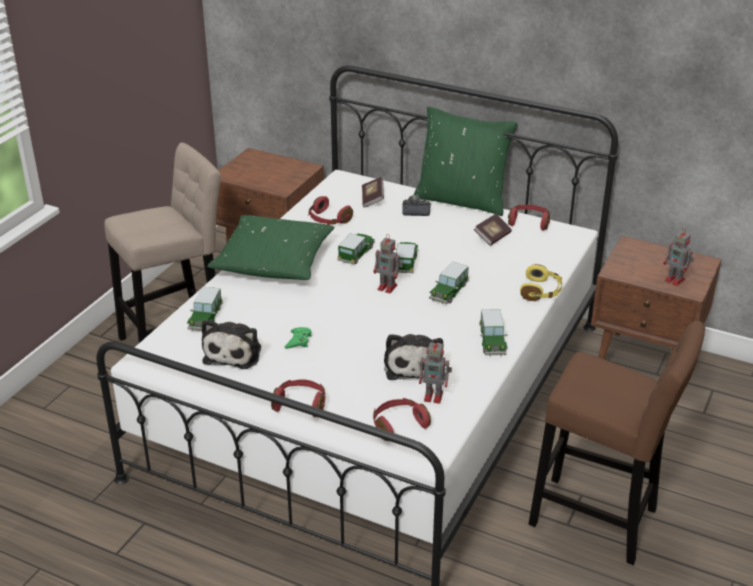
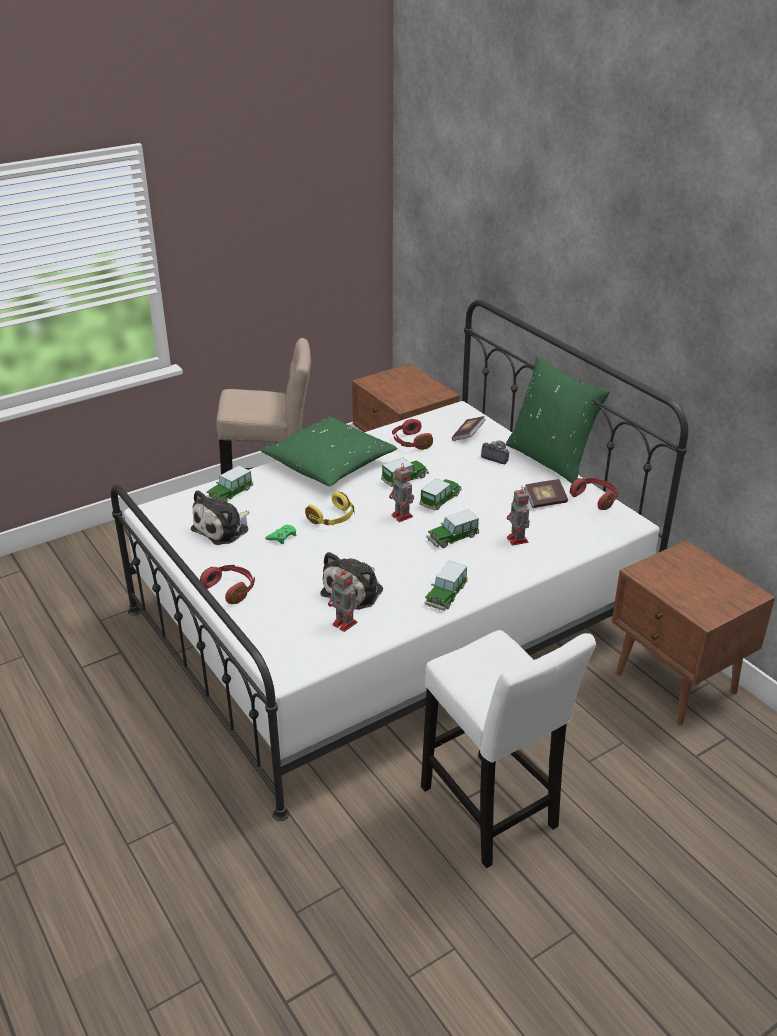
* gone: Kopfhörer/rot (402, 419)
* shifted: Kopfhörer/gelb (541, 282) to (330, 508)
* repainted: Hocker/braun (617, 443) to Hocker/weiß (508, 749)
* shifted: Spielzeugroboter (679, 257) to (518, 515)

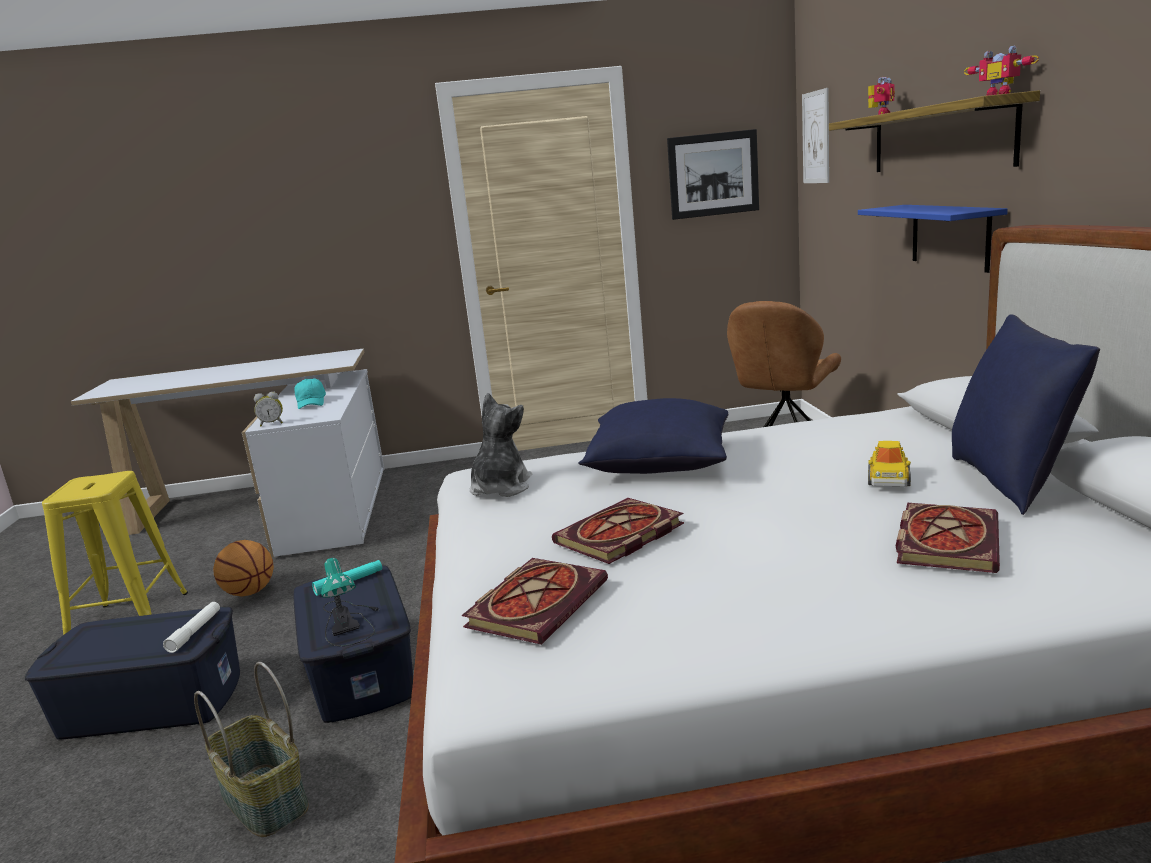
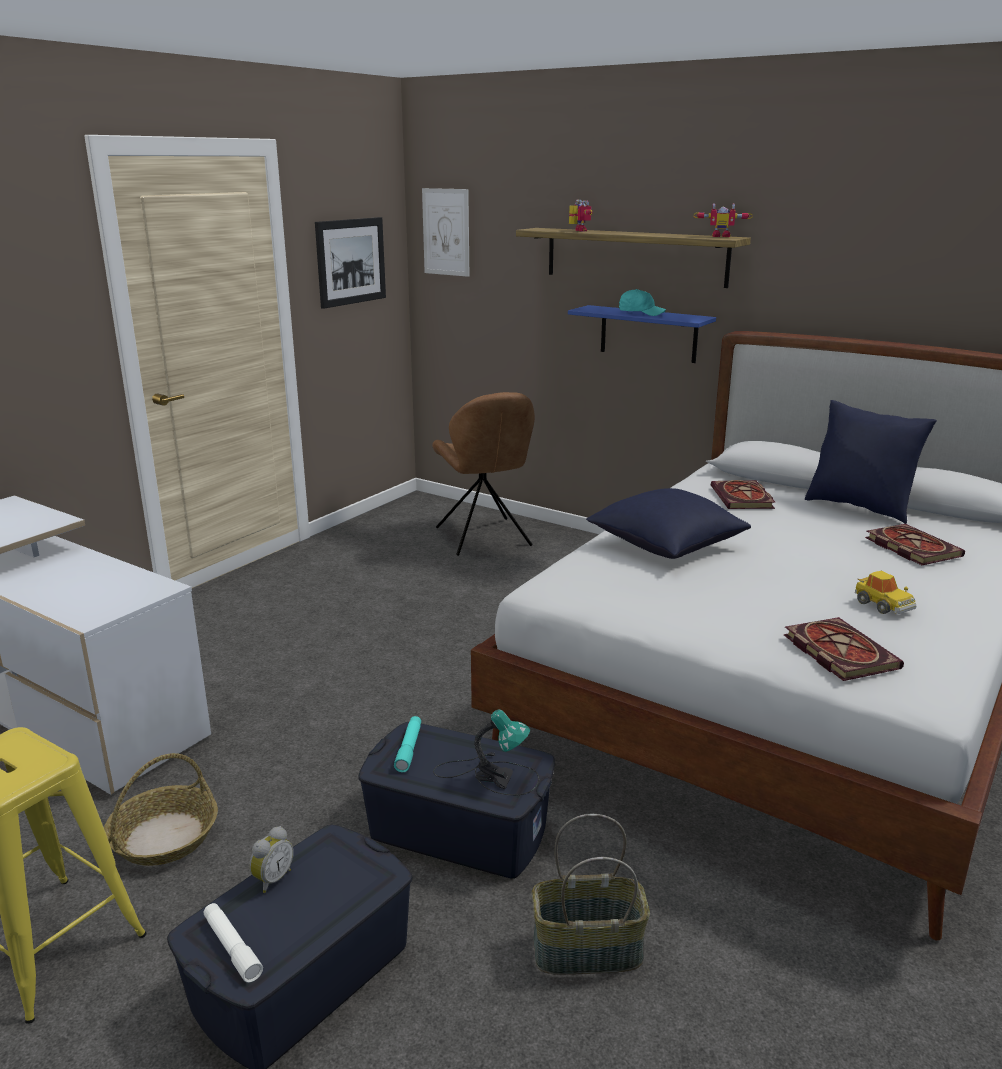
* shifted: Taschenlampe/weiß (191, 627) to (233, 943)
* swapped: Basketball (243, 568) to Korb (161, 809)
* shifted: Wecker (268, 409) to (271, 859)
* shifted: Kappe/türkis (310, 394) to (642, 302)
* gone: Plüschtier (501, 445)
* shifted: Buch (618, 531) to (743, 494)
* shifted: Spielzeugauto (889, 464) to (885, 592)

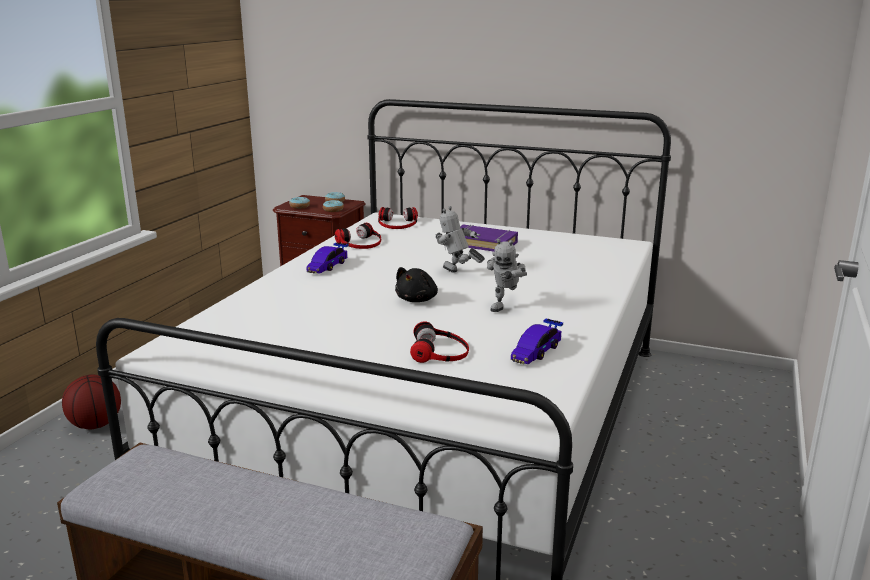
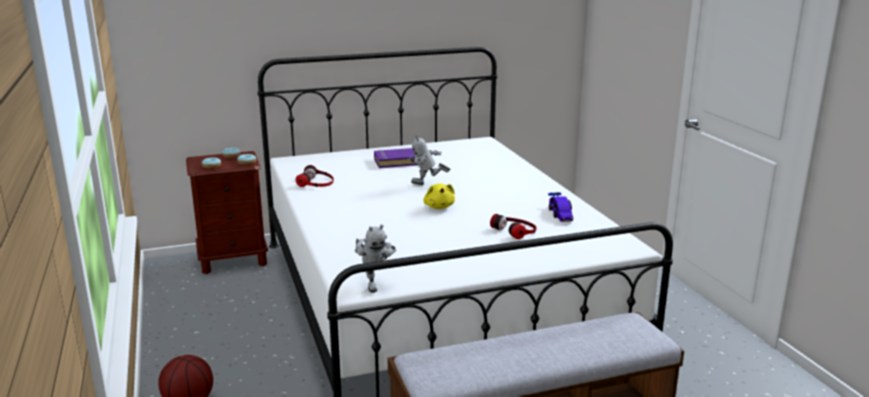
* gone: Spielzeugauto (327, 258)
* gone: Kopfhörer (398, 218)
* repainted: Plüschtier/schwarz (416, 284) to Plüschtier/gelb (439, 196)
* shifted: Spielzeugroboter (507, 275) to (375, 259)

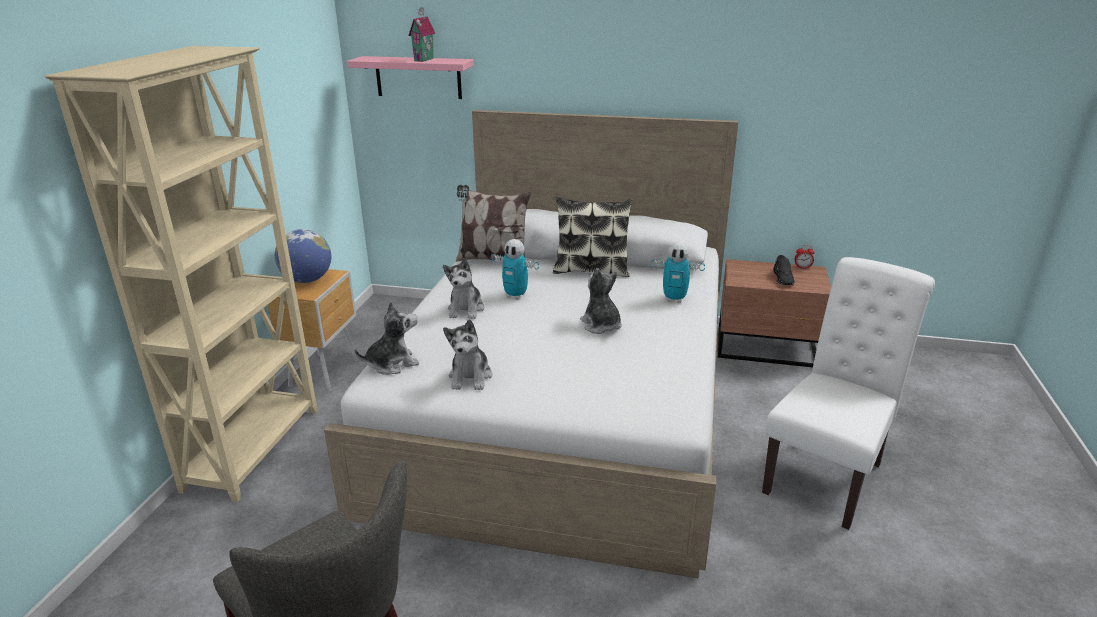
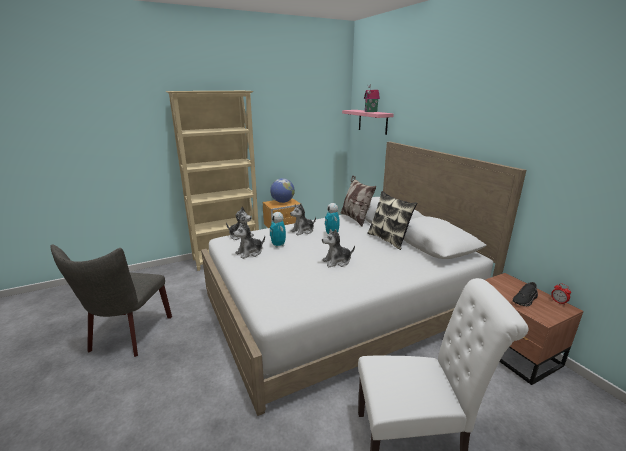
* rotated: Plüschtier (601, 301) = (338, 248) 135 degrees counterclockwise
* shifted: Spielzeugroboter (678, 272) to (278, 230)

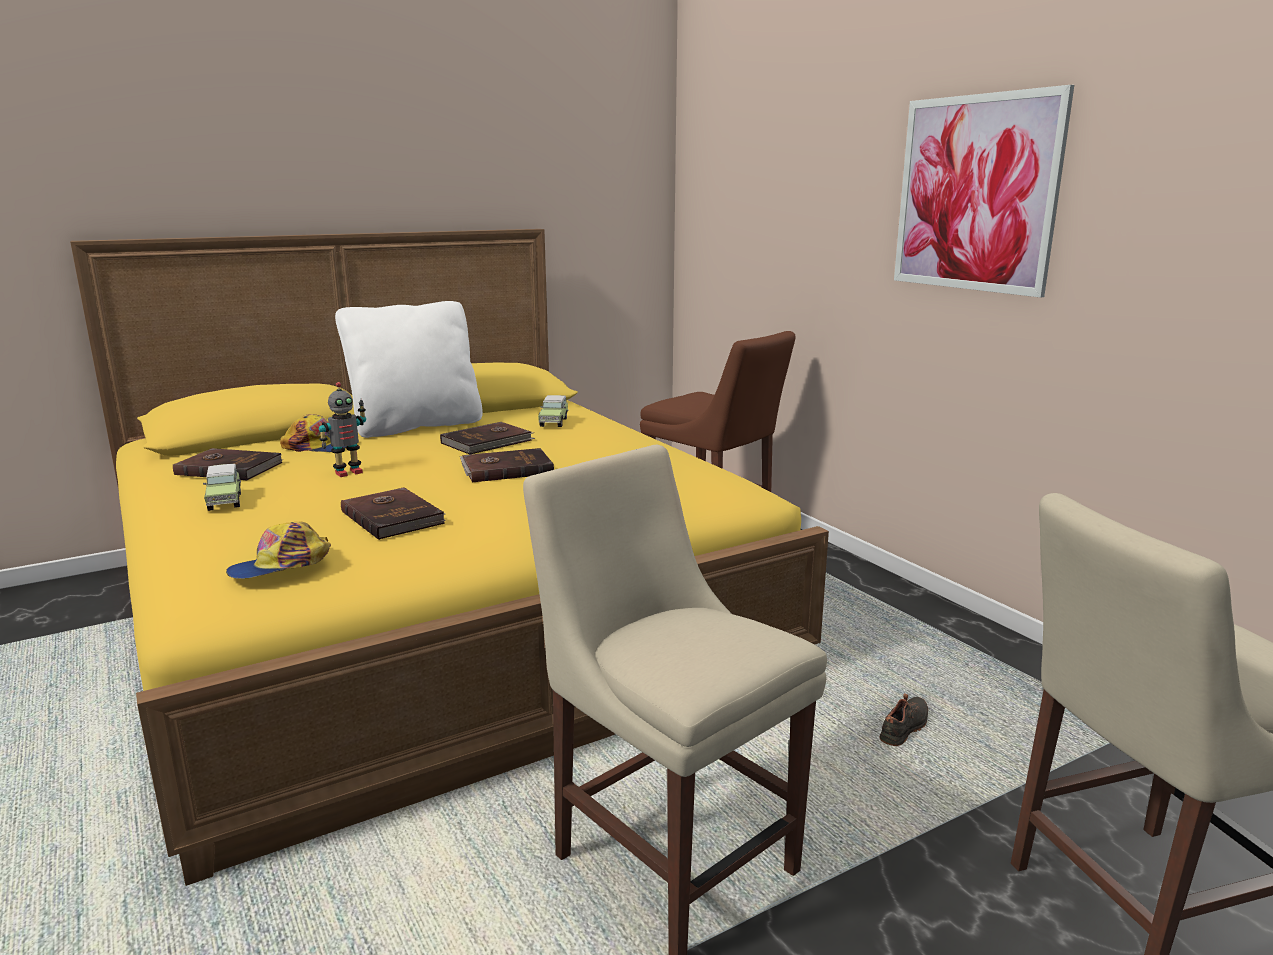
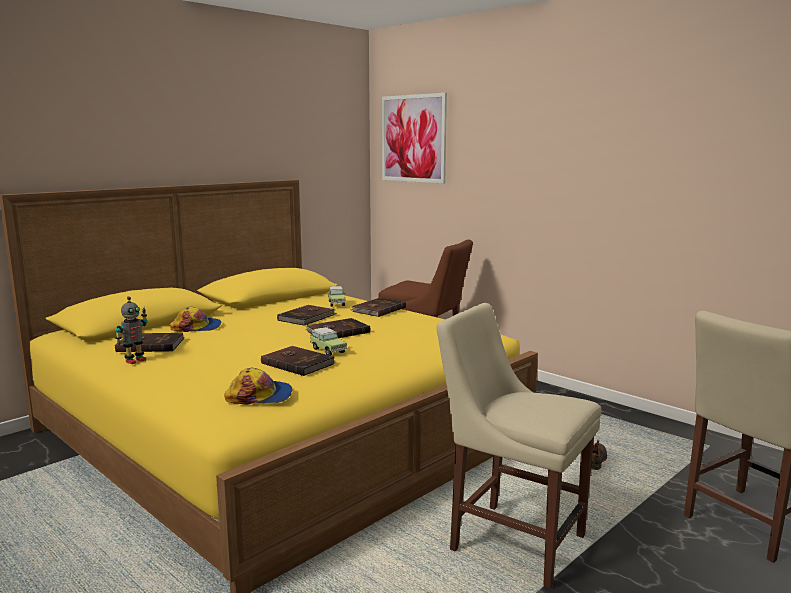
* shifted: Spielzeugauto (222, 487) to (328, 341)
* rotated: Kappe (278, 550) = (258, 386) 135 degrees counterclockwise
* shifted: Spielzeugroboter (342, 429) to (131, 330)
* gone: Kissen/weiß (409, 369)
* shifted: Bild (984, 191) to (414, 138)
* new: Buch/braun (378, 307)

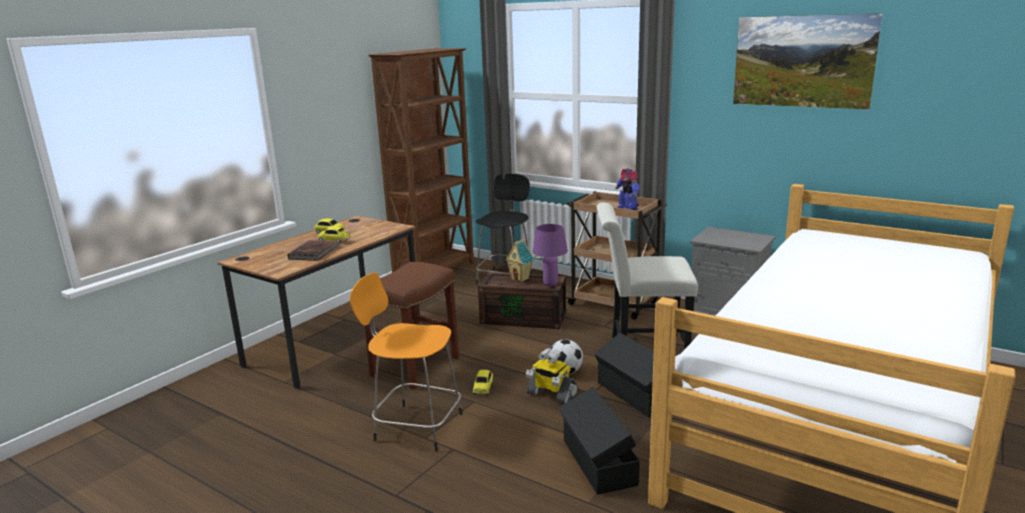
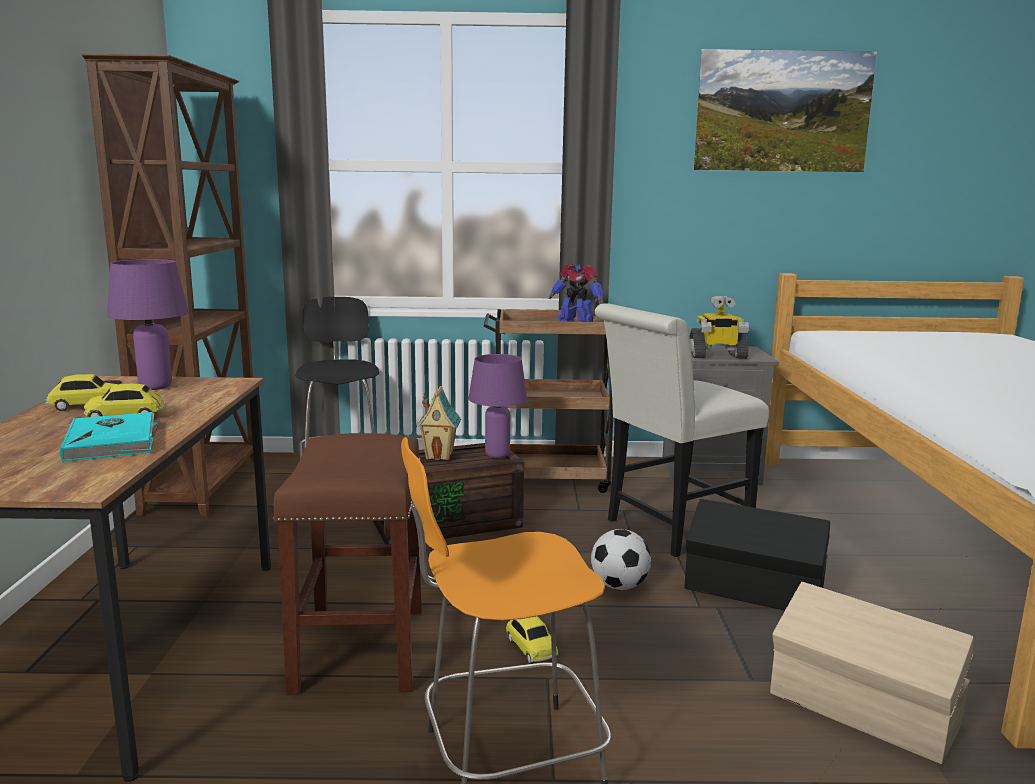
* repainted: Buch/braun (314, 250) to Buch/türkis (110, 437)
* shifted: Spielzeugroboter (552, 376) to (719, 327)
* repainted: Aufbewahrungsbox/schwarz (599, 441) to Aufbewahrungsbox/beige (871, 673)
* new: Tischlampe/lila (148, 324)

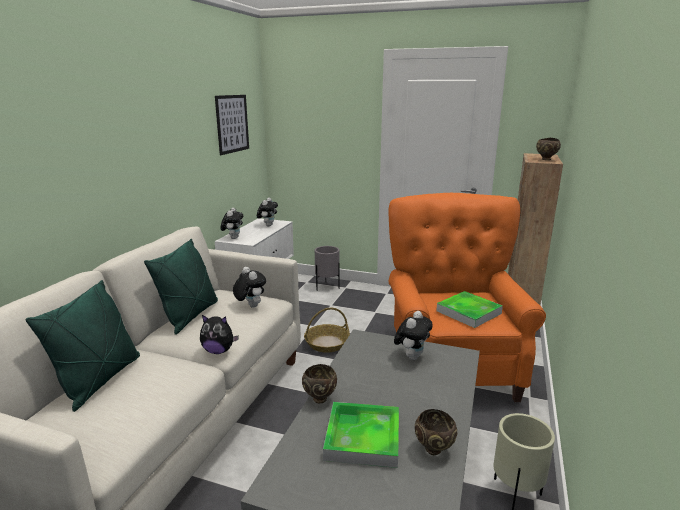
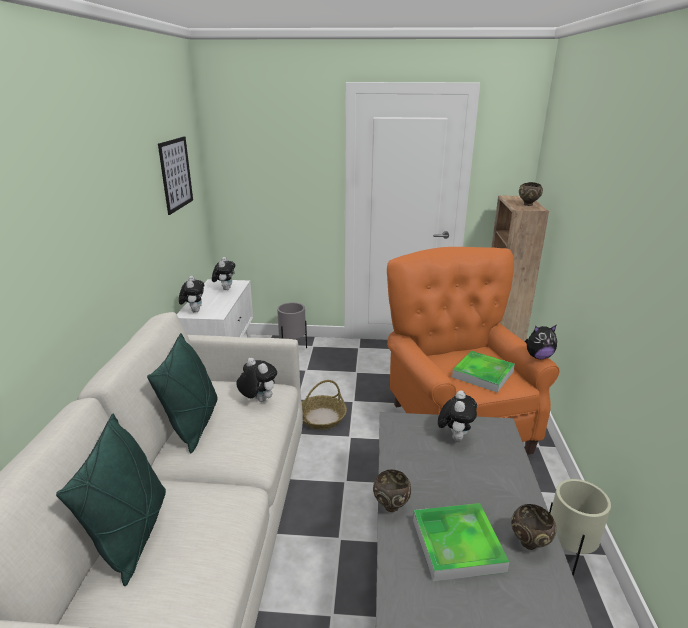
* shifted: Plüschtier (219, 334) to (541, 342)

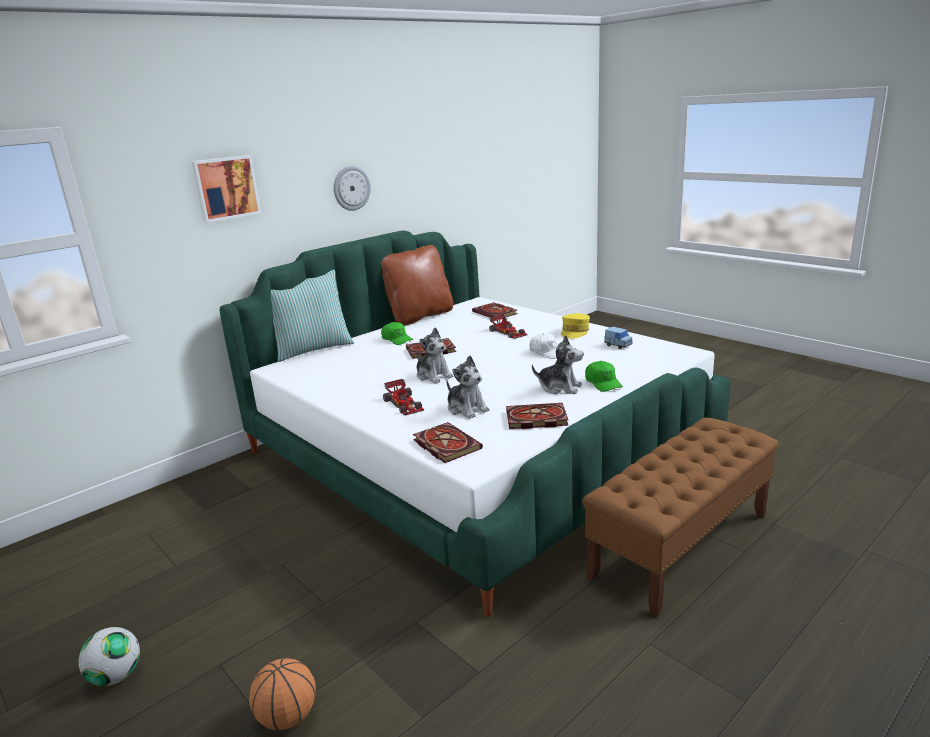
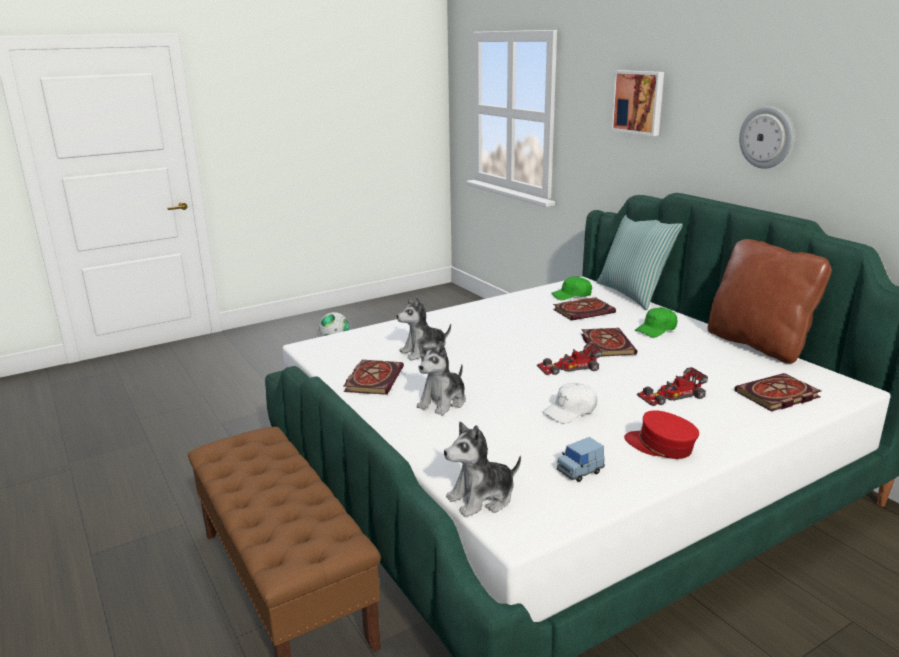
* gone: Basketball (282, 694)
* shifted: Spielzeugauto (403, 397) to (569, 359)
* shifted: Buch (448, 442) to (584, 309)
* shifted: Plüschtier (434, 356) to (482, 469)
* repainted: Kappe/gelb (575, 326) to Kappe/rot (661, 434)
* shifted: Kappe/grün (604, 376) to (571, 288)

